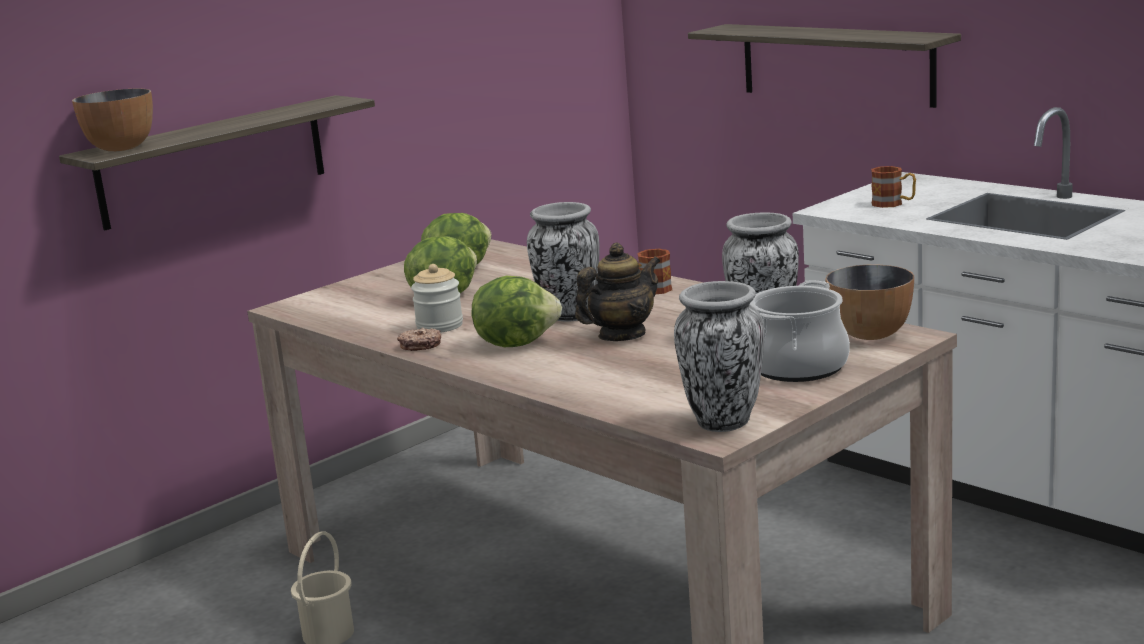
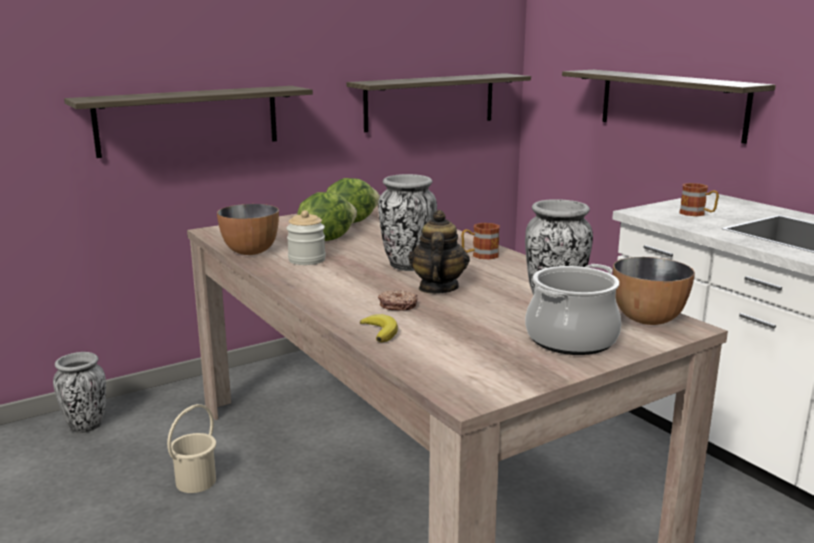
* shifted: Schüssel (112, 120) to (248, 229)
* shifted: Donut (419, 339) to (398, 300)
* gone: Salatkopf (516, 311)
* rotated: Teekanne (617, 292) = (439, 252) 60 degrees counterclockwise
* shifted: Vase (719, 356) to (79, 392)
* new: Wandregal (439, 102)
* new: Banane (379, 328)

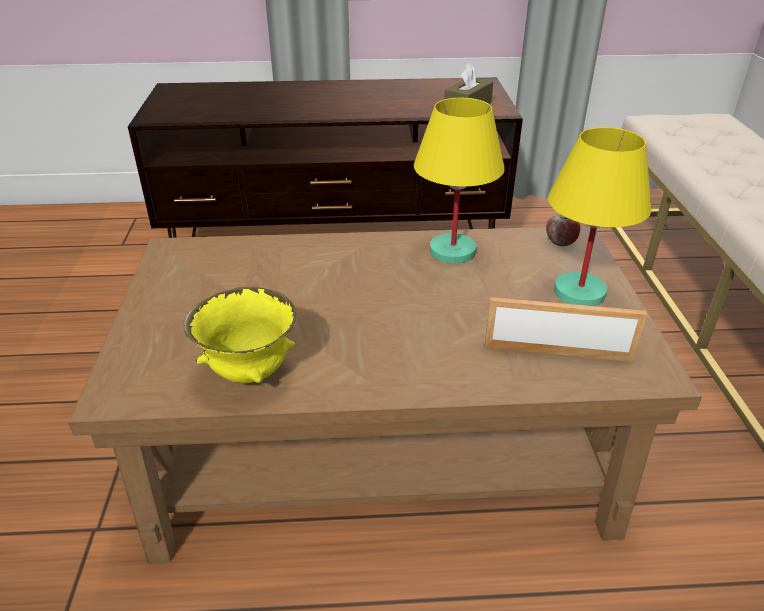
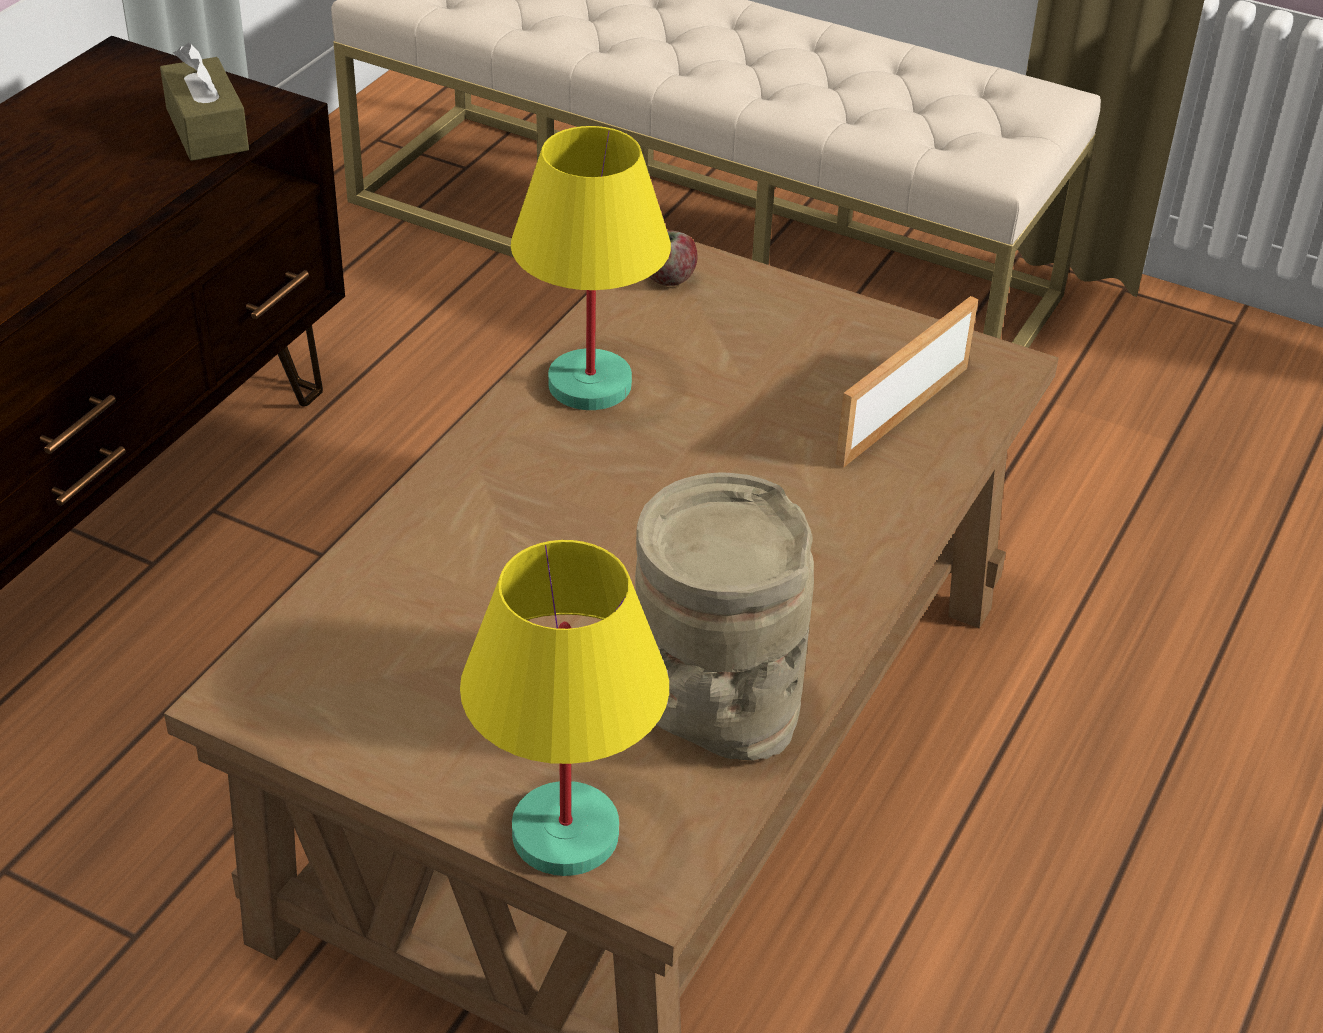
* swapped: Schüssel/gelb (240, 335) to Vase/beige (724, 616)
* shifted: Tischlampe/gelb (599, 216) to (564, 708)

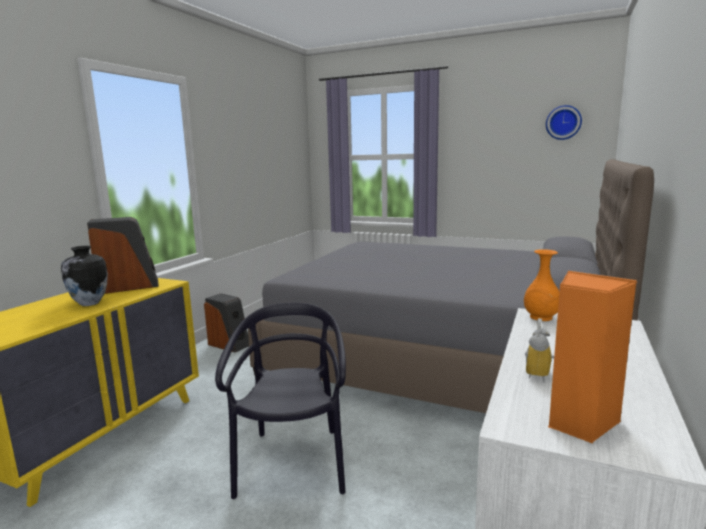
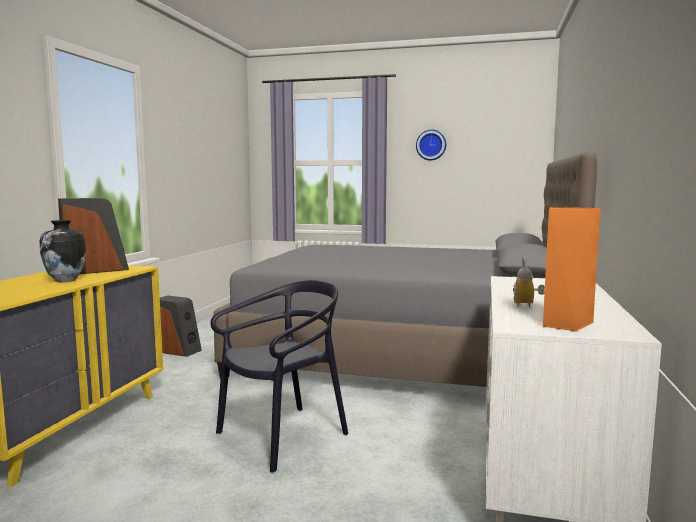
* rotated: Stuhl/schwarz (280, 401) = (279, 376) 60 degrees clockwise
* gone: Vase/orange (541, 285)
* shifted: Wanduhr (564, 122) to (431, 145)

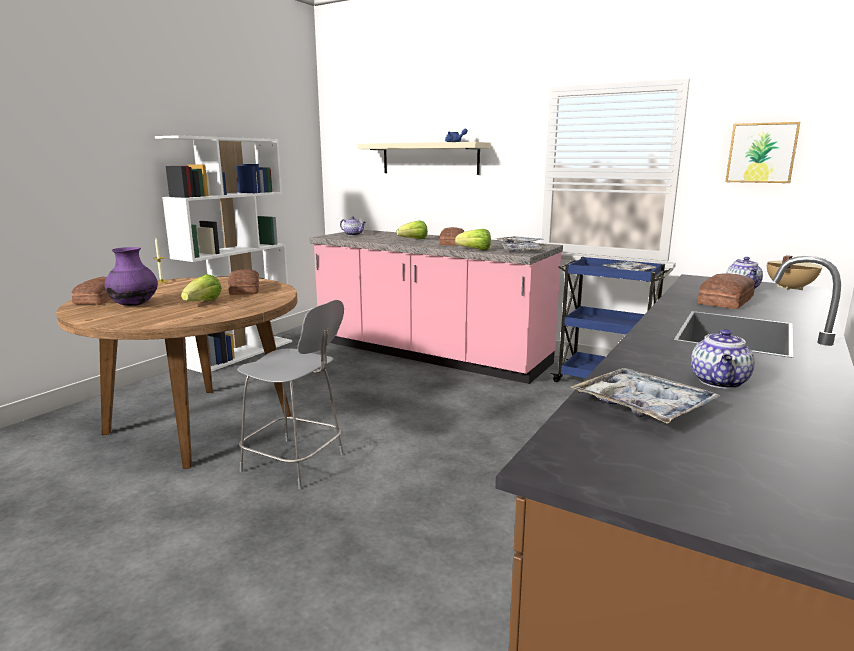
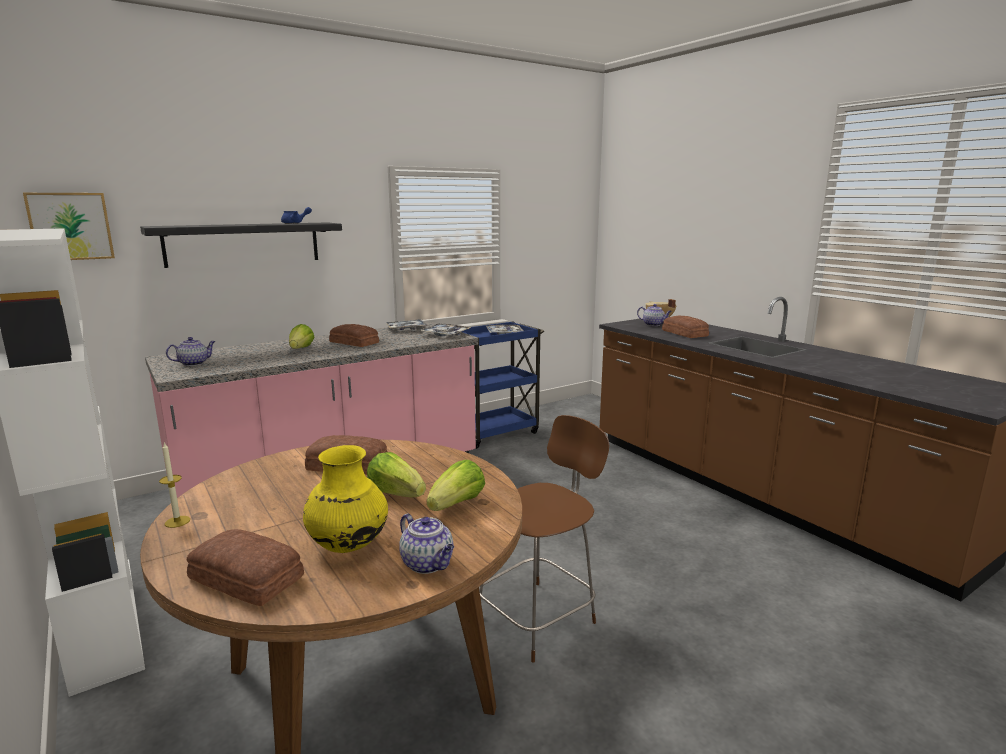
* repainted: Vase/lila (131, 276) to Vase/gelb (345, 499)
* repainted: Stuhl/grau (290, 394) to Stuhl/braun (544, 539)
* repainted: Wandregal/beige (424, 158) to Wandregal/schwarz (241, 245)
* shifted: Salatkopf (473, 239) to (456, 485)
* gone: Tablett (646, 396)
* shifted: Teekanne (723, 359) to (426, 543)
* shifted: Bild (762, 152) to (69, 226)

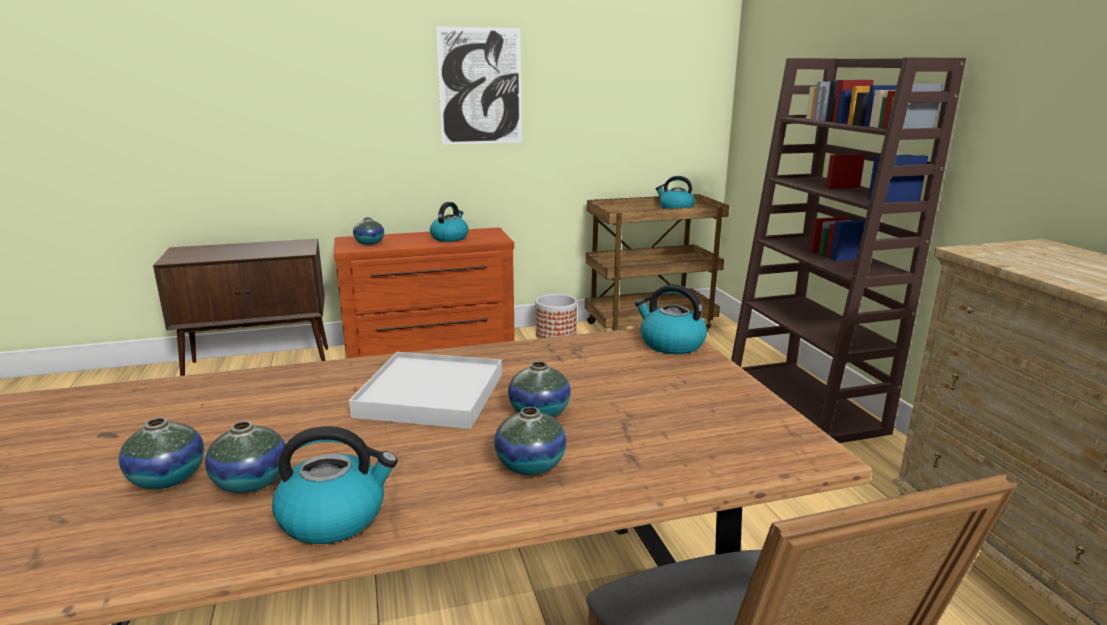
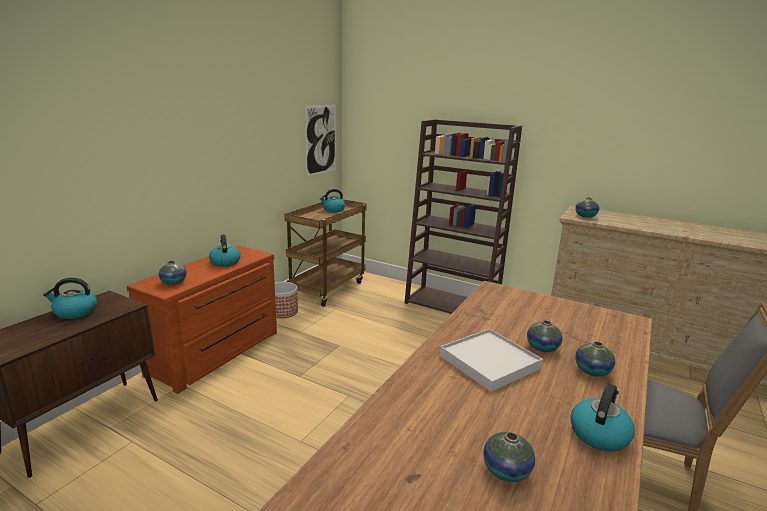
* shifted: Vase (245, 457) to (587, 207)
* shifted: Bild (479, 86) to (320, 140)
* shifted: Wasserkessel (671, 319) to (70, 298)

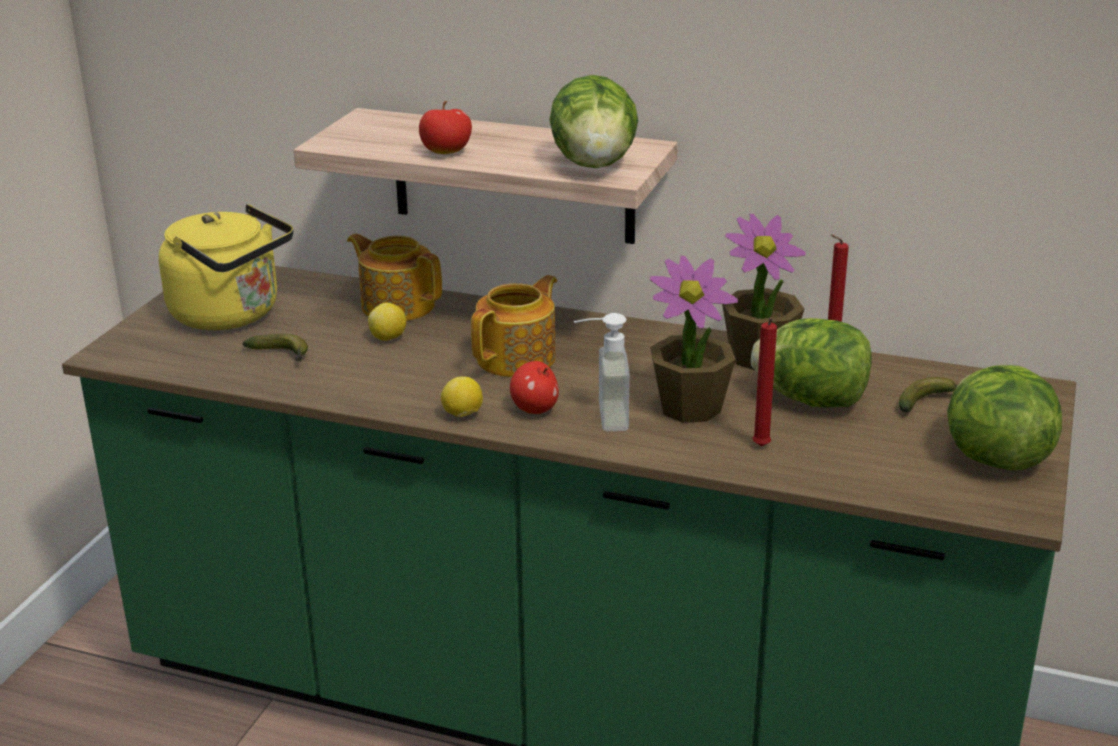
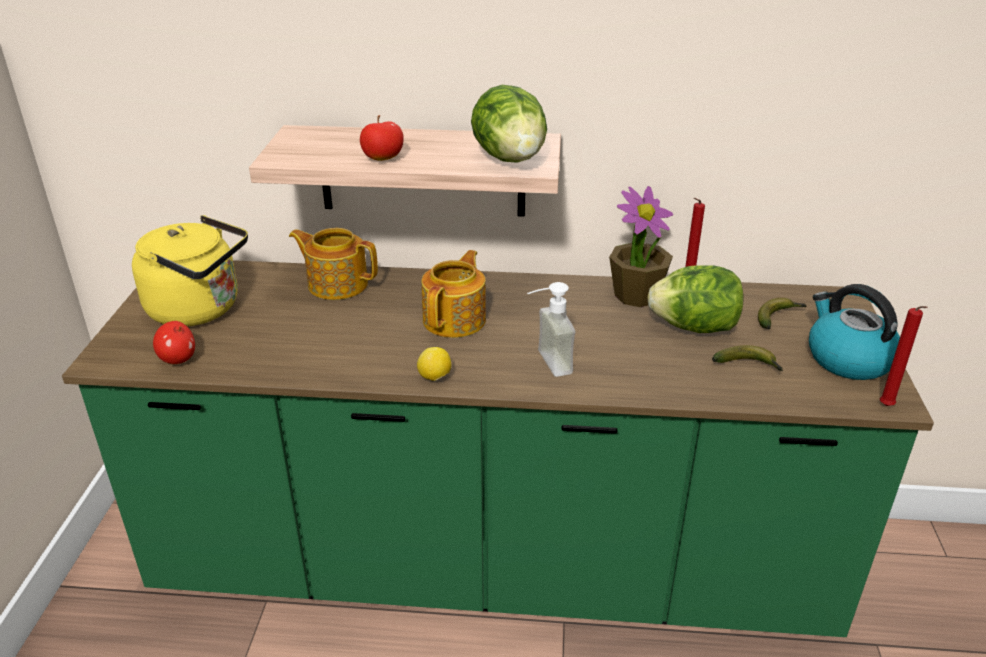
* shifted: Banane (275, 348) to (747, 358)
* gone: Zitrone (387, 322)
* shifted: Apfel (534, 387) to (174, 342)
* gone: Topfpflanze (694, 339)
* shifted: Kerze/rot (764, 382) to (904, 356)
* swapped: Salatkopf (1004, 417) to Wasserkessel (854, 332)

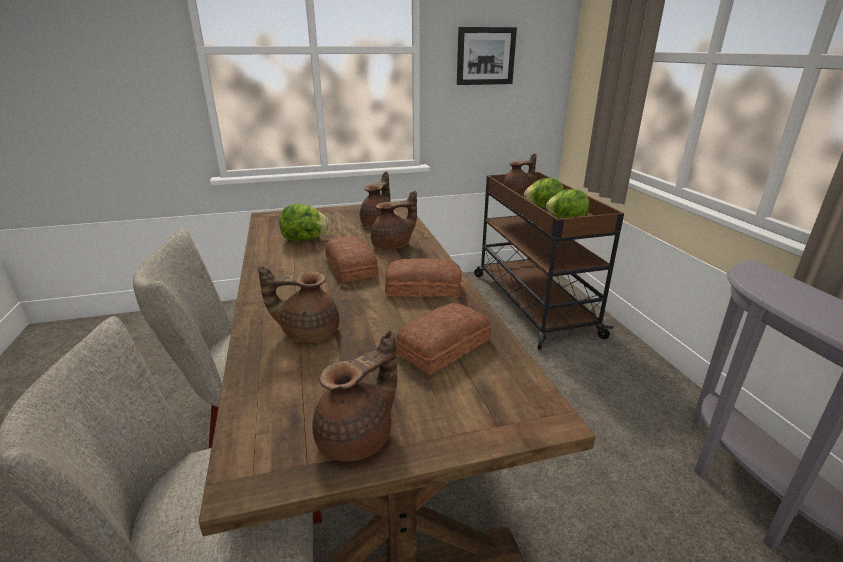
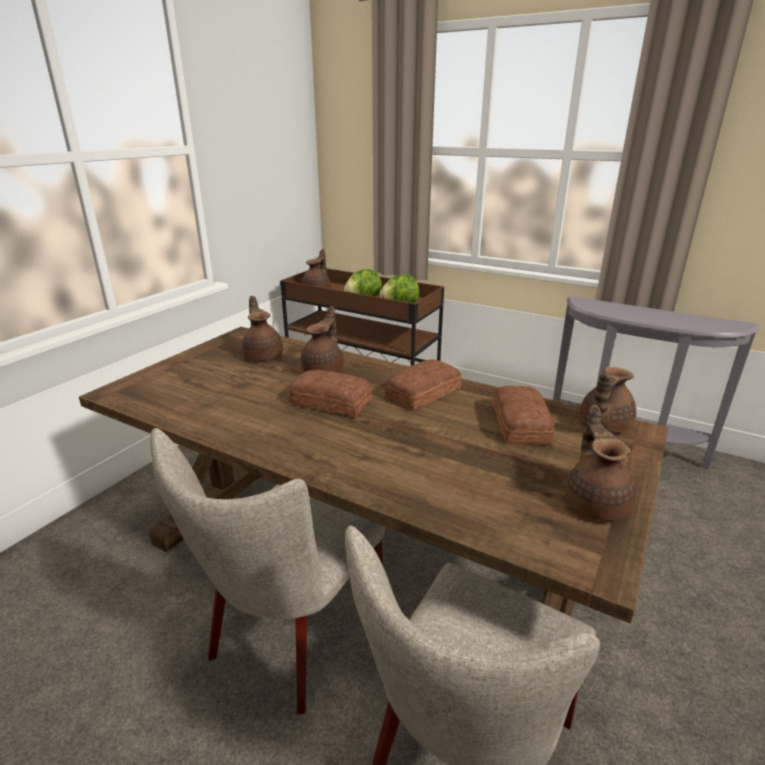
* shifted: Teekanne/braun (298, 304) to (608, 400)
* gone: Salatkopf (304, 222)
* gone: Bild (487, 56)

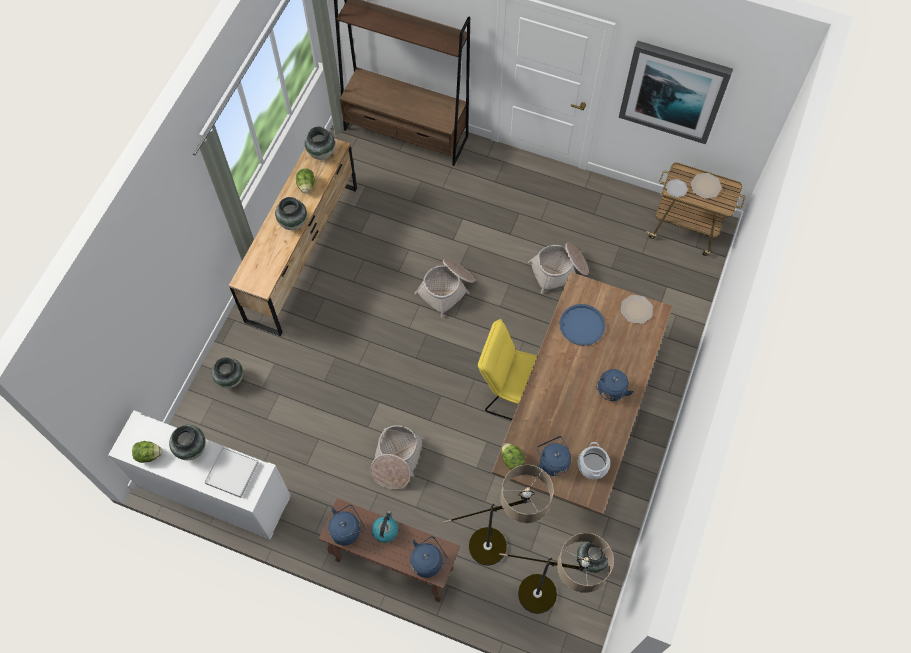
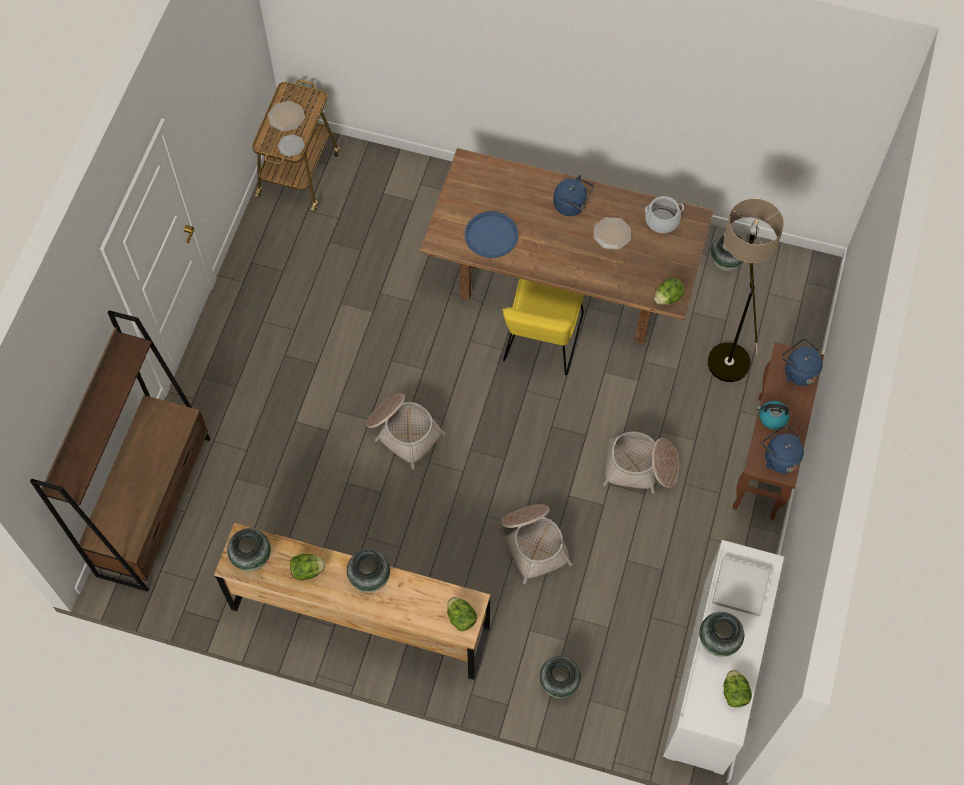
* gone: Stehlampe (556, 573)
* shifted: Korb (558, 268) to (536, 544)
* gone: Wasserkessel/blau (553, 456)
* gone: Bild (676, 92)
* shifted: Teller (637, 309) to (612, 233)
* new: Salatkopf (462, 614)

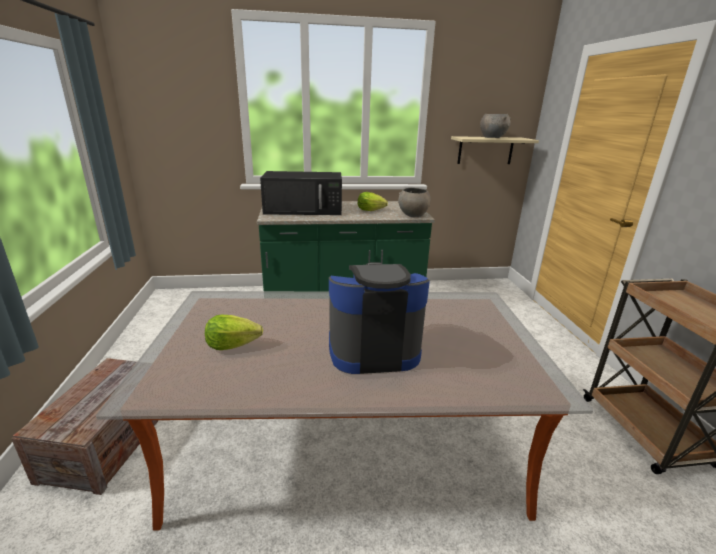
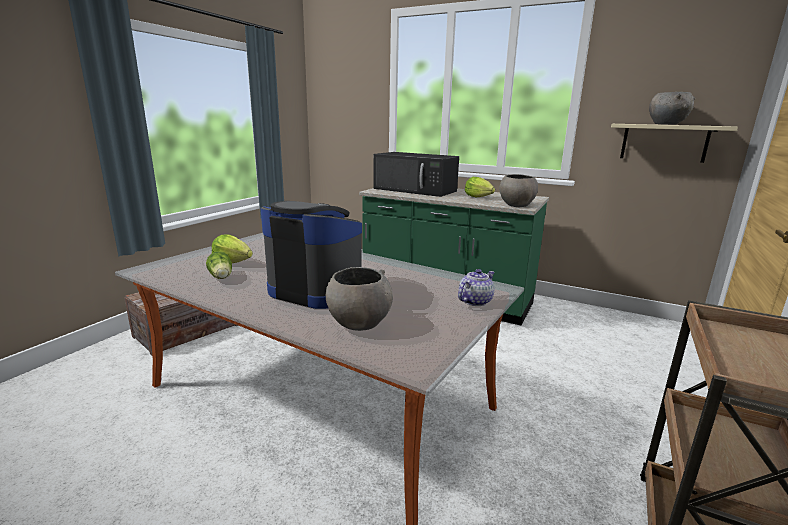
* new: Salatkopf (219, 265)
* new: Schüssel/grau (359, 299)
* new: Teekanne (476, 287)

